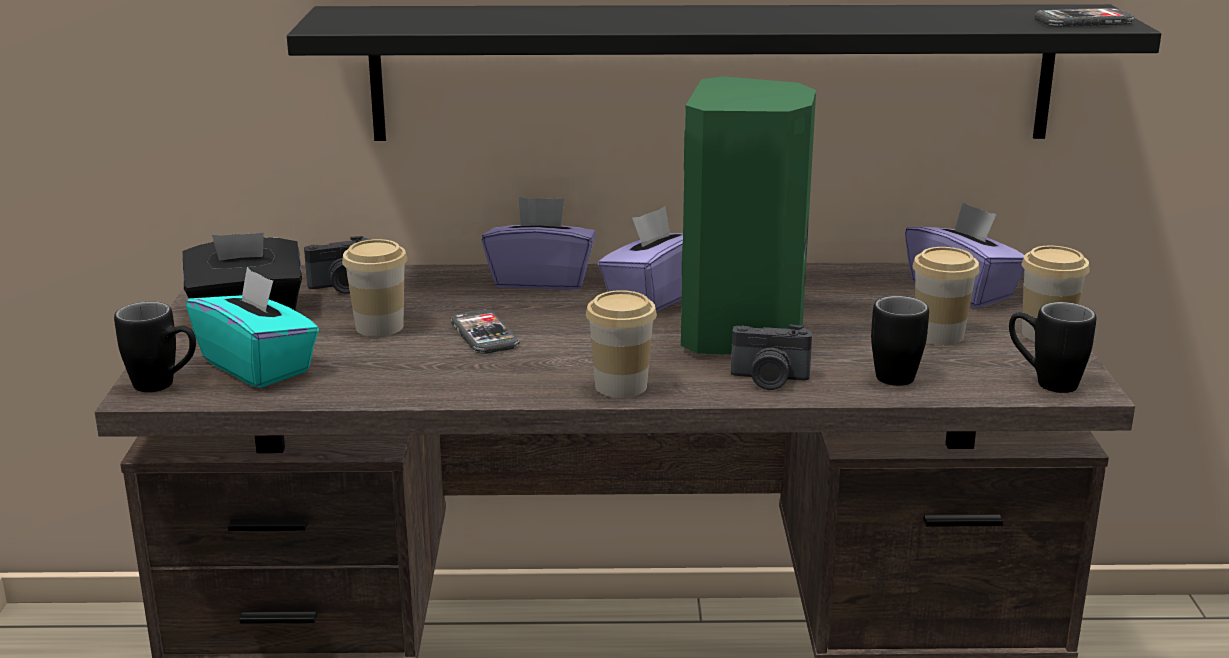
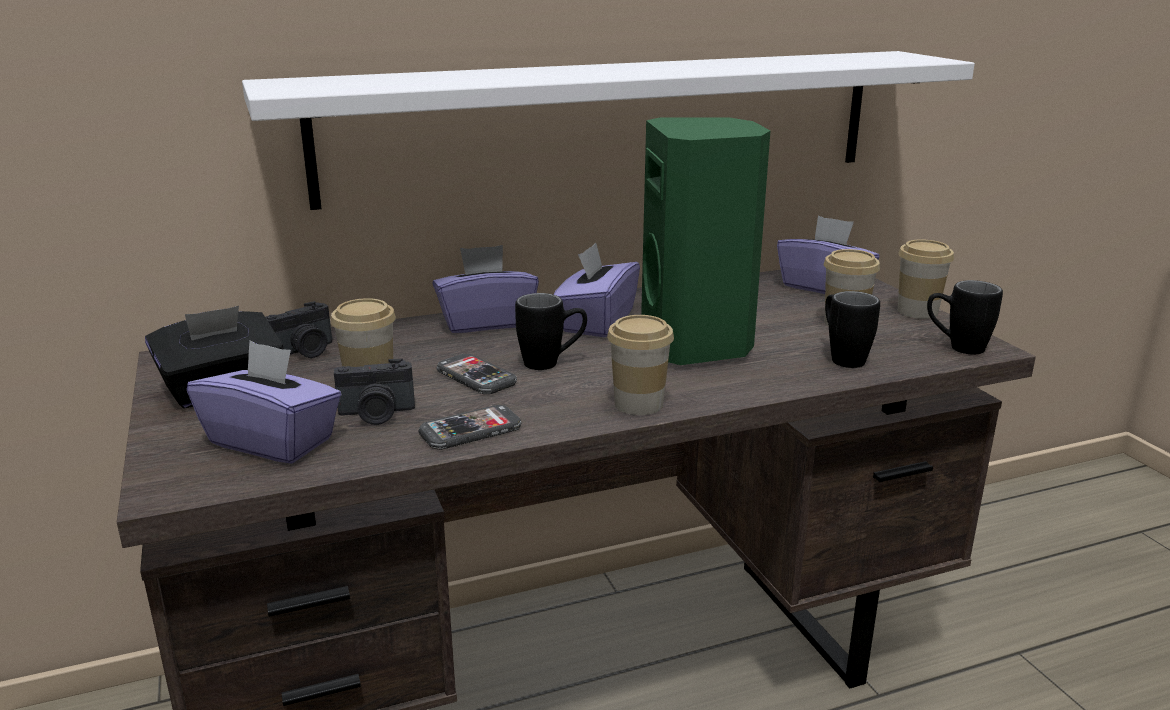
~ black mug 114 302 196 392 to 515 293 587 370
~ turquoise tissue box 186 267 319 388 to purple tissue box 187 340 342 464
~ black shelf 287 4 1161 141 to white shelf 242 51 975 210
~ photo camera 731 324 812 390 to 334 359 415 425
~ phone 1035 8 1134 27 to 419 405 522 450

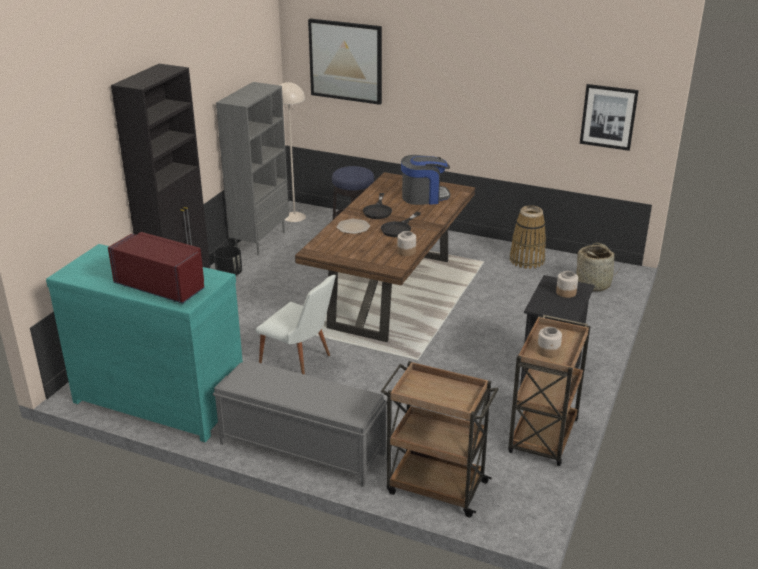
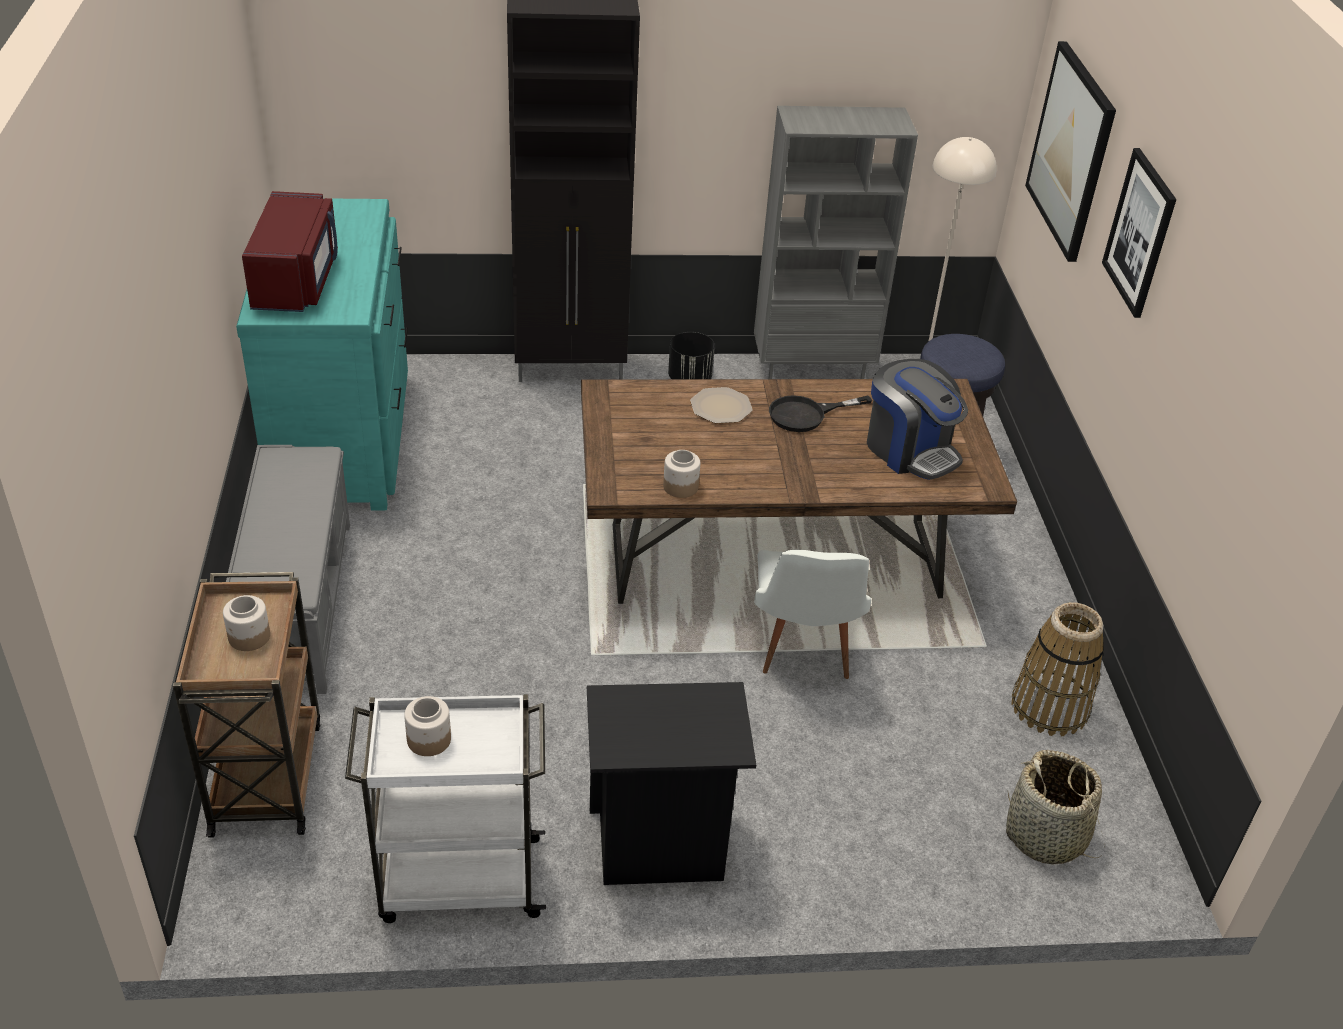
~ white chair 256 275 336 375 to 754 550 871 679
- black frying pan 381 212 421 237
~ brown cart 508 315 590 466 to white cart 345 694 546 923
~ jar 556 271 578 298 to 223 595 270 651
~ picture 580 84 639 151 to 1102 148 1176 318

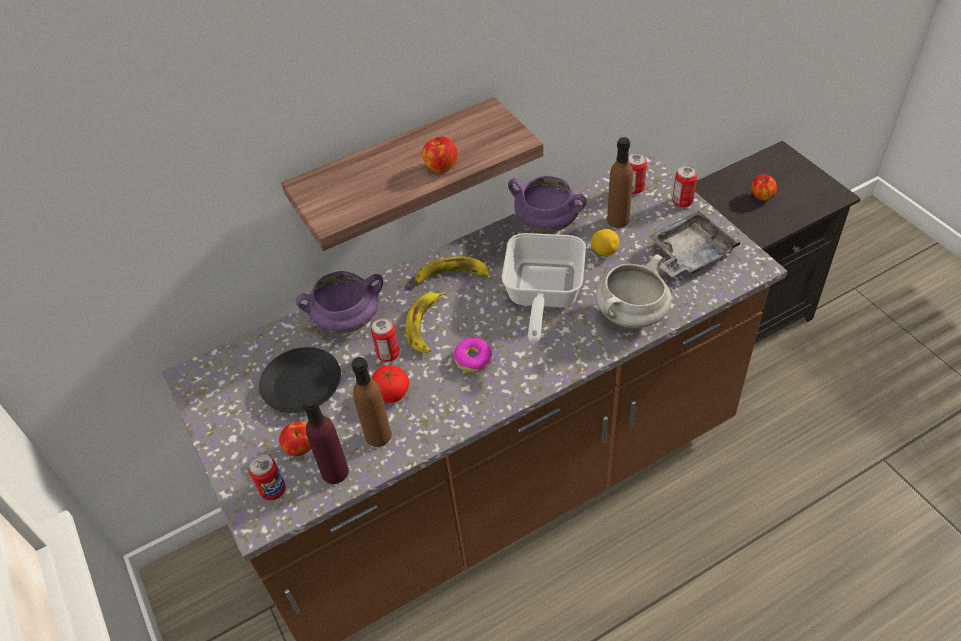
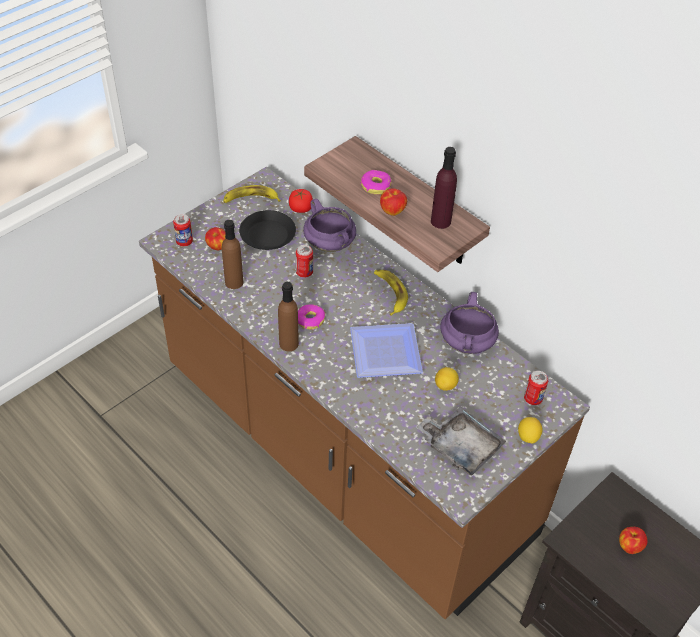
~ purple bottle 302 395 349 484 to 431 147 457 229
~ tomato 371 365 409 403 to 289 189 313 213
~ banana 406 291 446 353 to 223 185 281 203
~ frying pan 502 233 586 343 to plate 350 323 423 378
- white cooking pot 596 254 671 329
~ brown bottle 607 137 633 228 to 278 282 299 351
~ can 672 166 697 207 to lemon 518 417 543 444
+ donut 360 170 392 195

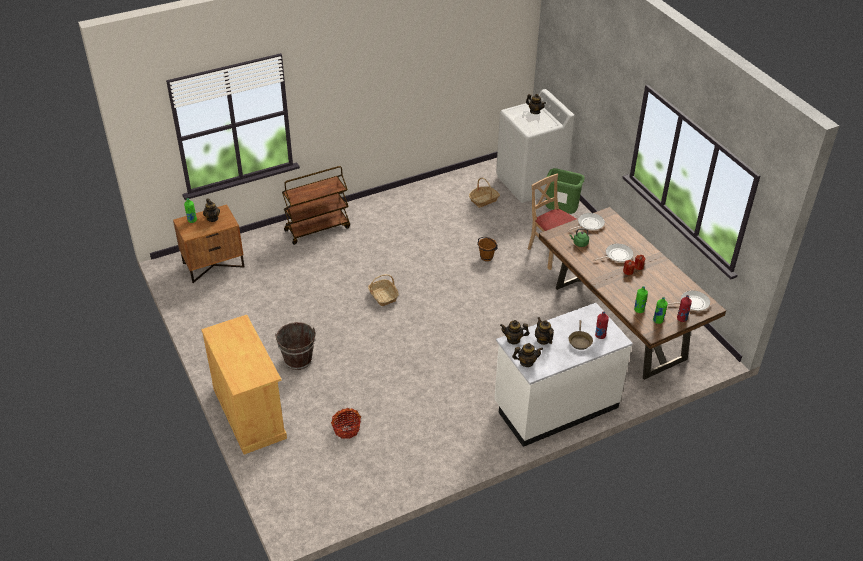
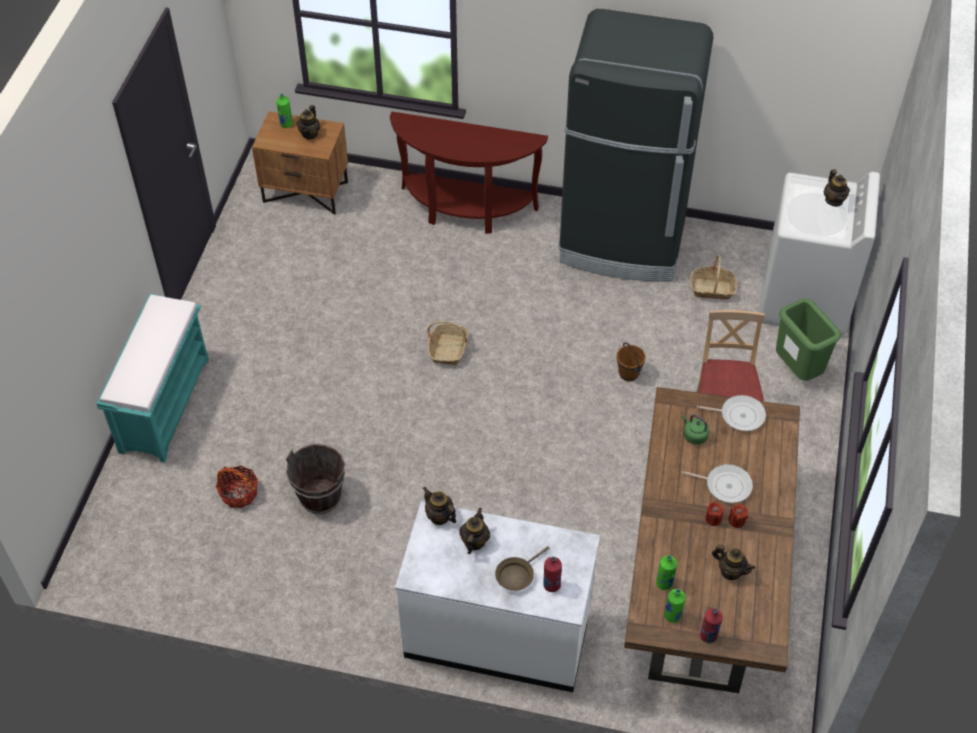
~ beige cabinet 201 315 287 455 to turquoise bench 97 294 209 463
~ brown bucket 275 322 316 370 to 286 444 345 514
~ brown cart 282 166 350 245 to brown console table 390 112 548 234
~ teapot 512 343 543 367 to 712 544 755 580
- frying pan 668 291 710 311
+ black fridge 558 9 713 281

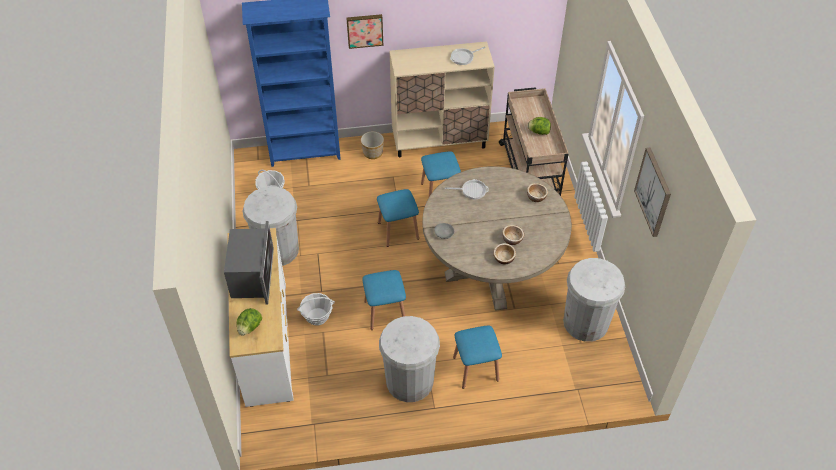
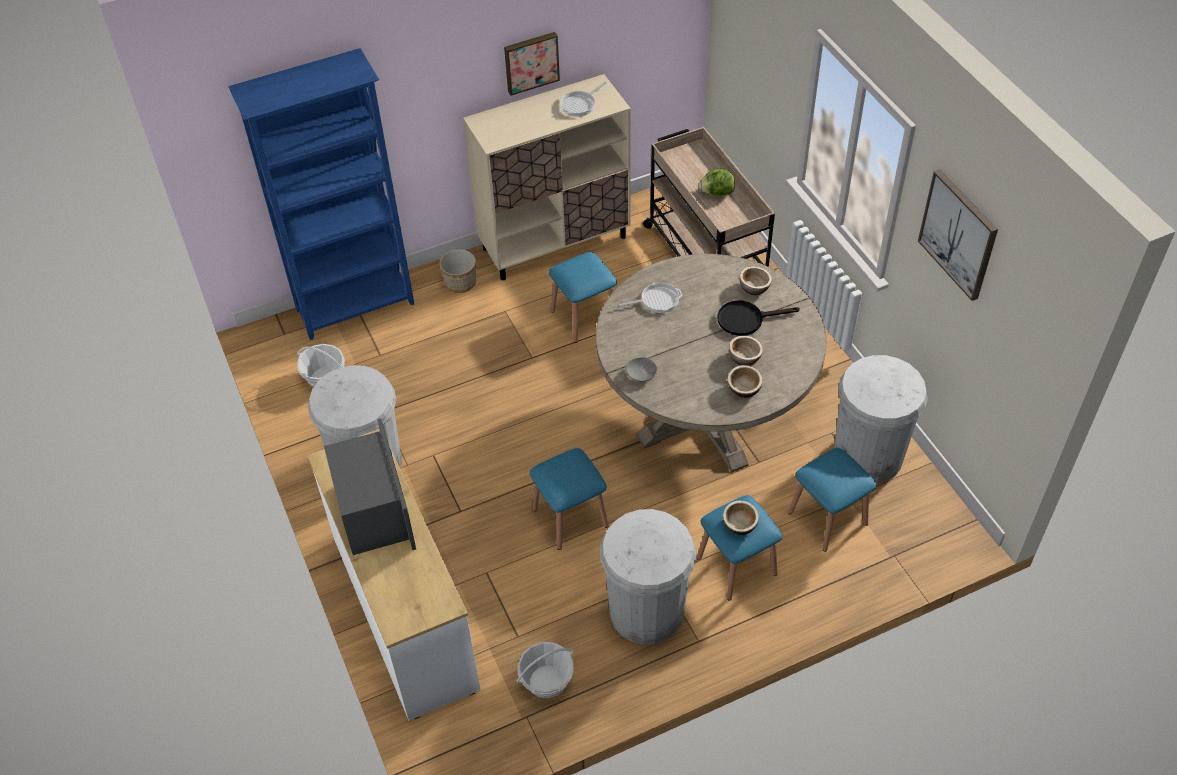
- lettuce 237 308 262 336
~ basket 297 293 335 325 to 517 642 574 698
~ picture 347 14 383 49 to 504 32 560 96
~ blue stool 377 189 419 247 to 788 448 876 551
+ black frying pan 717 300 800 336
+ bowl 723 501 759 535

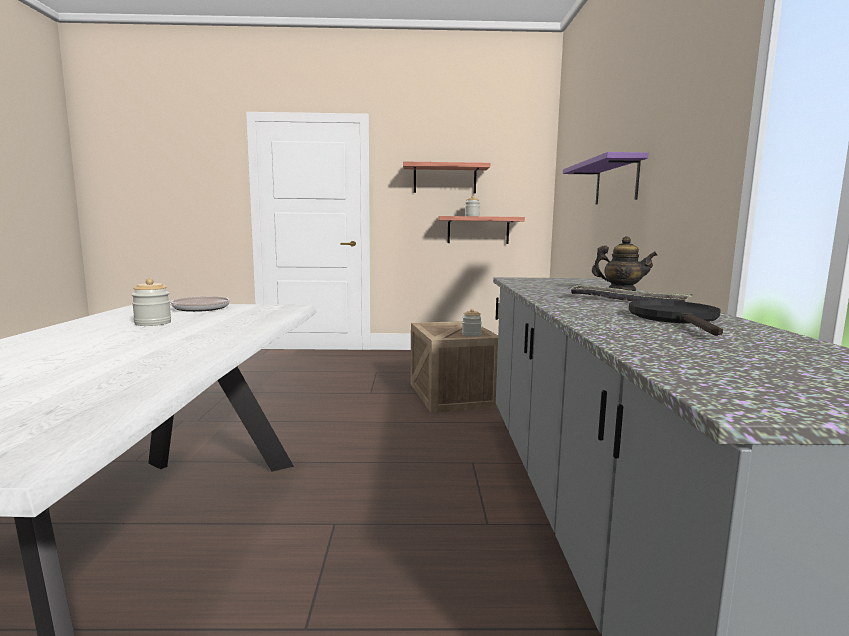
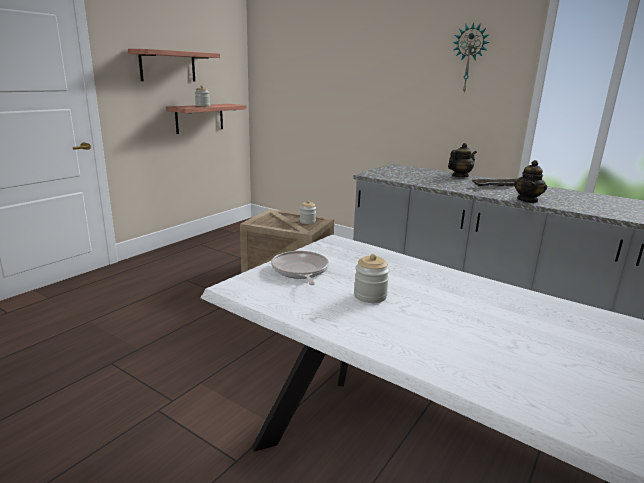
- purple shelf 563 152 648 205
- black frying pan 629 300 723 336
+ wall clock 453 22 490 92
+ teapot 514 160 547 203

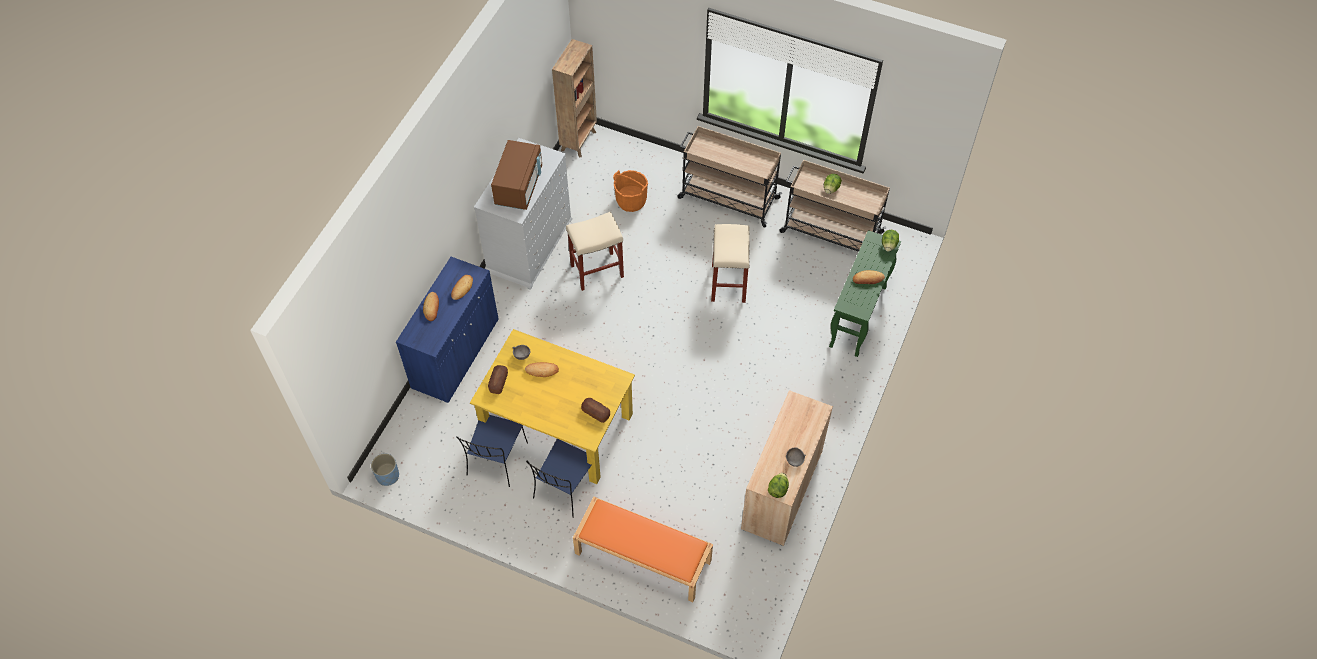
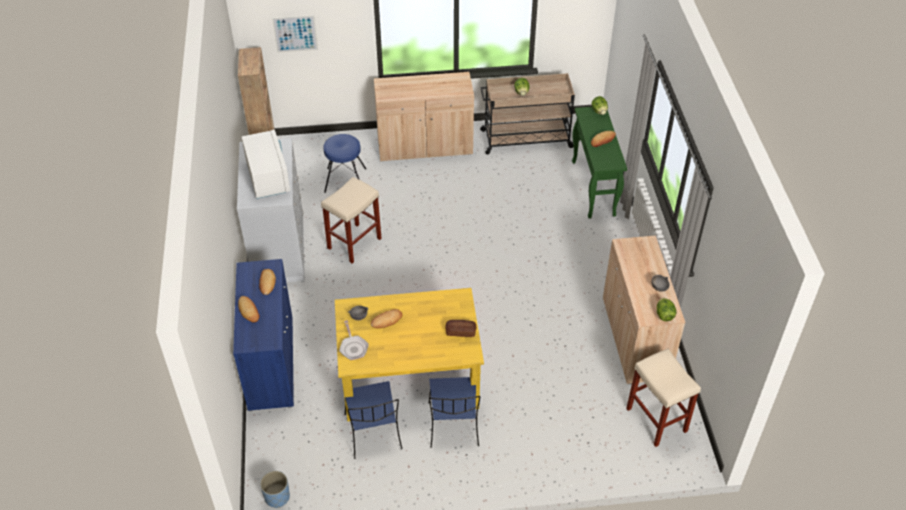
~ bread 488 365 508 394 to frying pan 339 320 369 360
~ brown microwave 491 140 542 210 to white microwave 241 130 290 199
- orange bench 573 496 713 602
~ orange bucket 613 170 648 212 to blue stool 324 134 366 193
~ beige cart 677 126 782 228 to beige cabinet 374 72 474 161
~ beige stool 711 224 750 303 to 626 349 701 447
+ picture 272 15 318 53

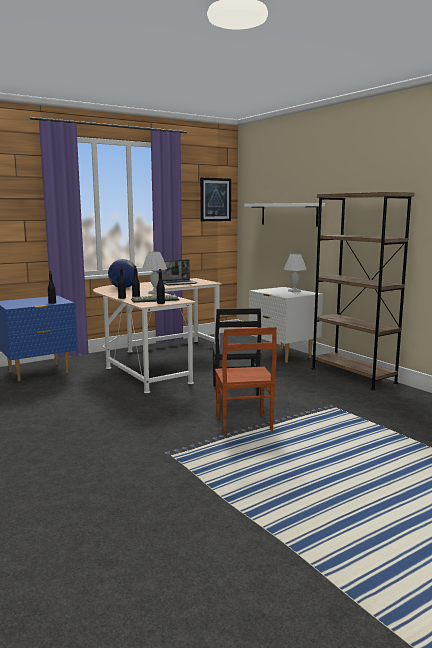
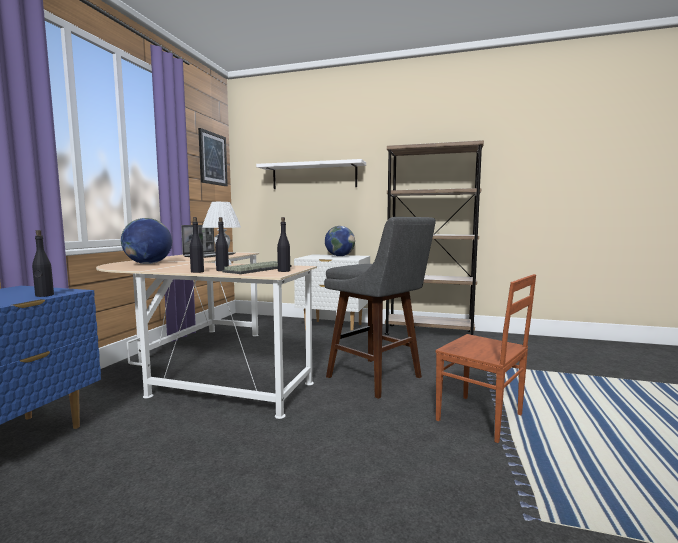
~ black chair 212 308 261 396 to grey stool 324 217 436 399
~ white table lamp 284 254 307 293 to globe 325 226 355 256

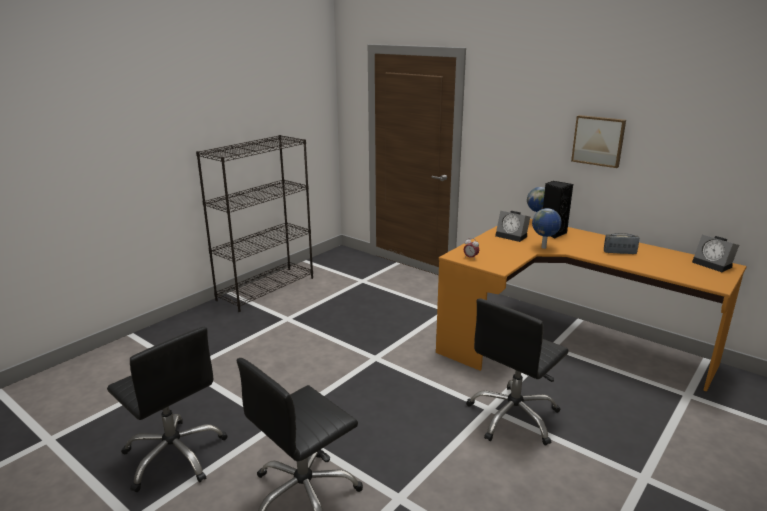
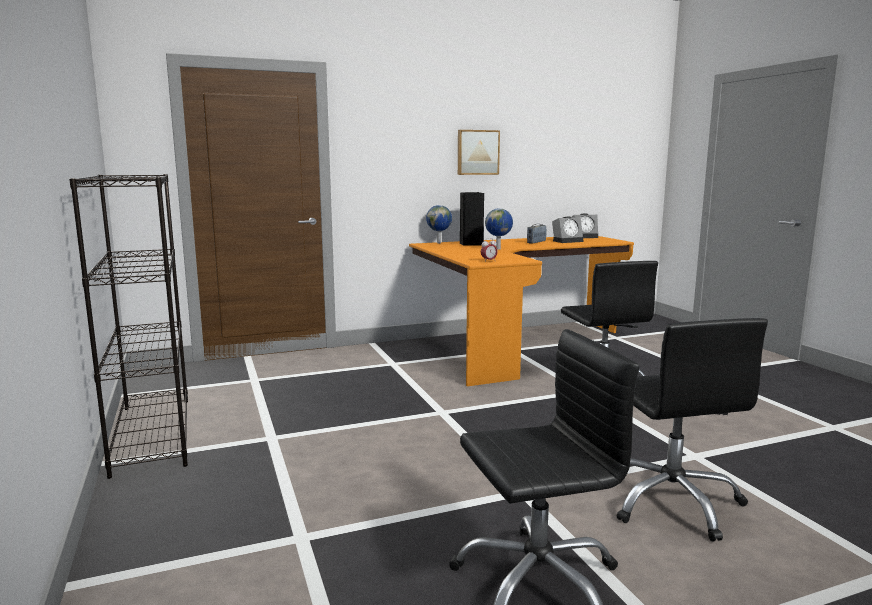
~ alarm clock 495 211 530 242 to 552 216 584 243

